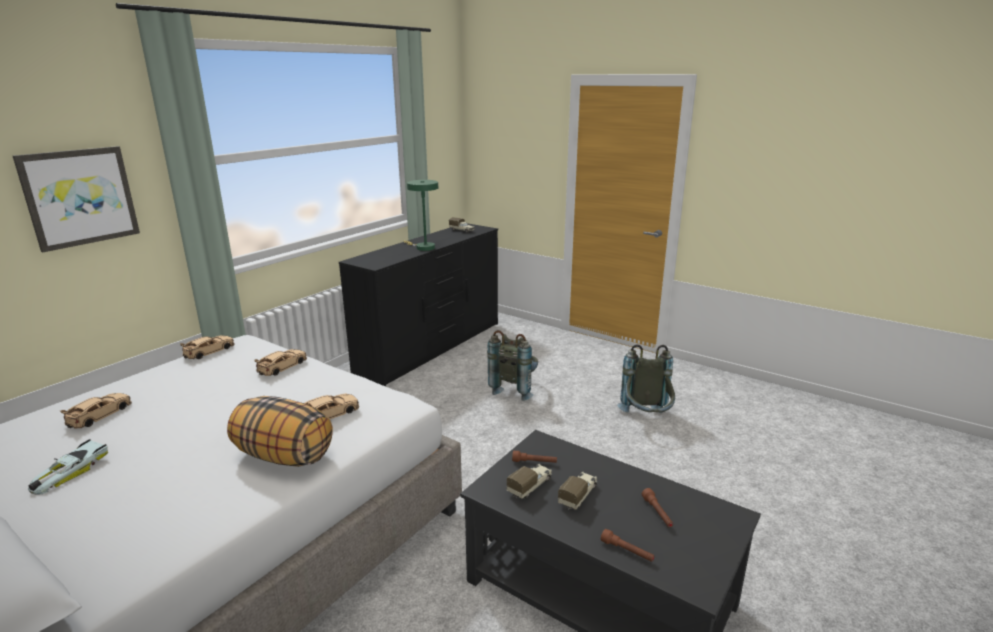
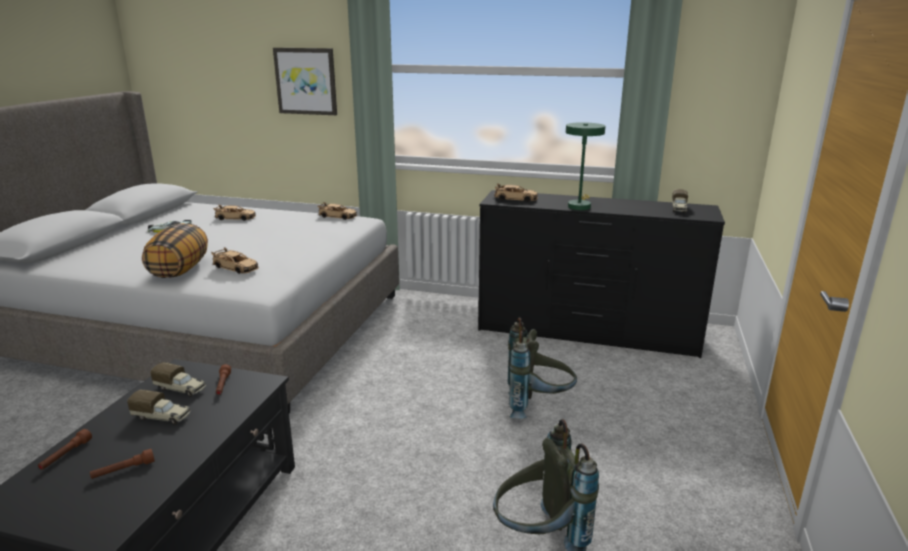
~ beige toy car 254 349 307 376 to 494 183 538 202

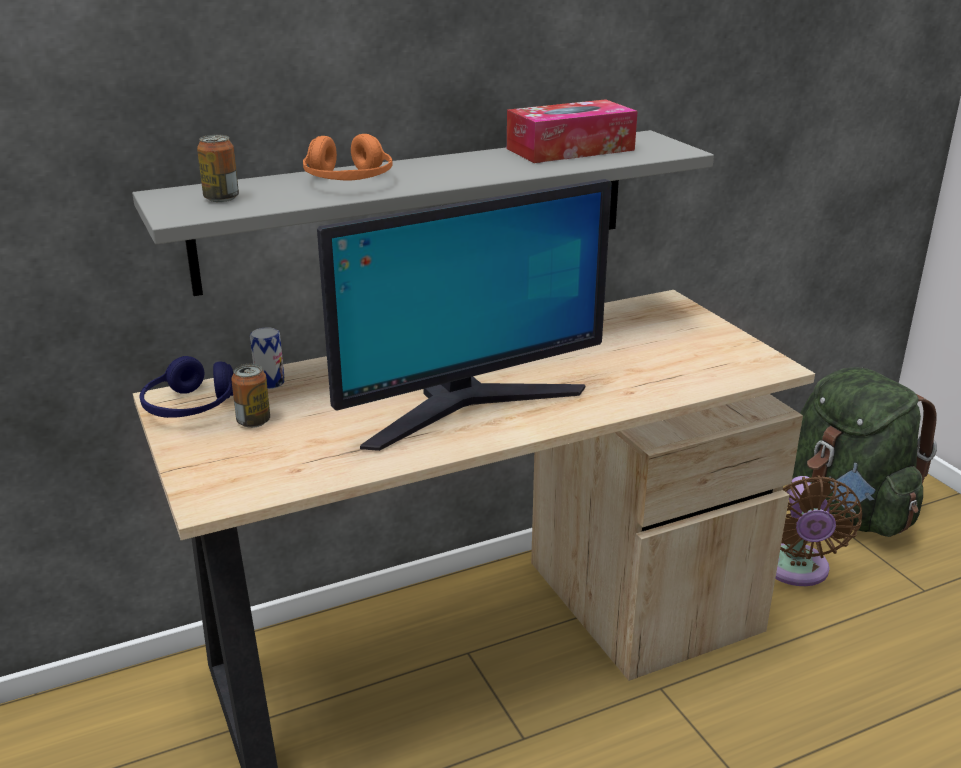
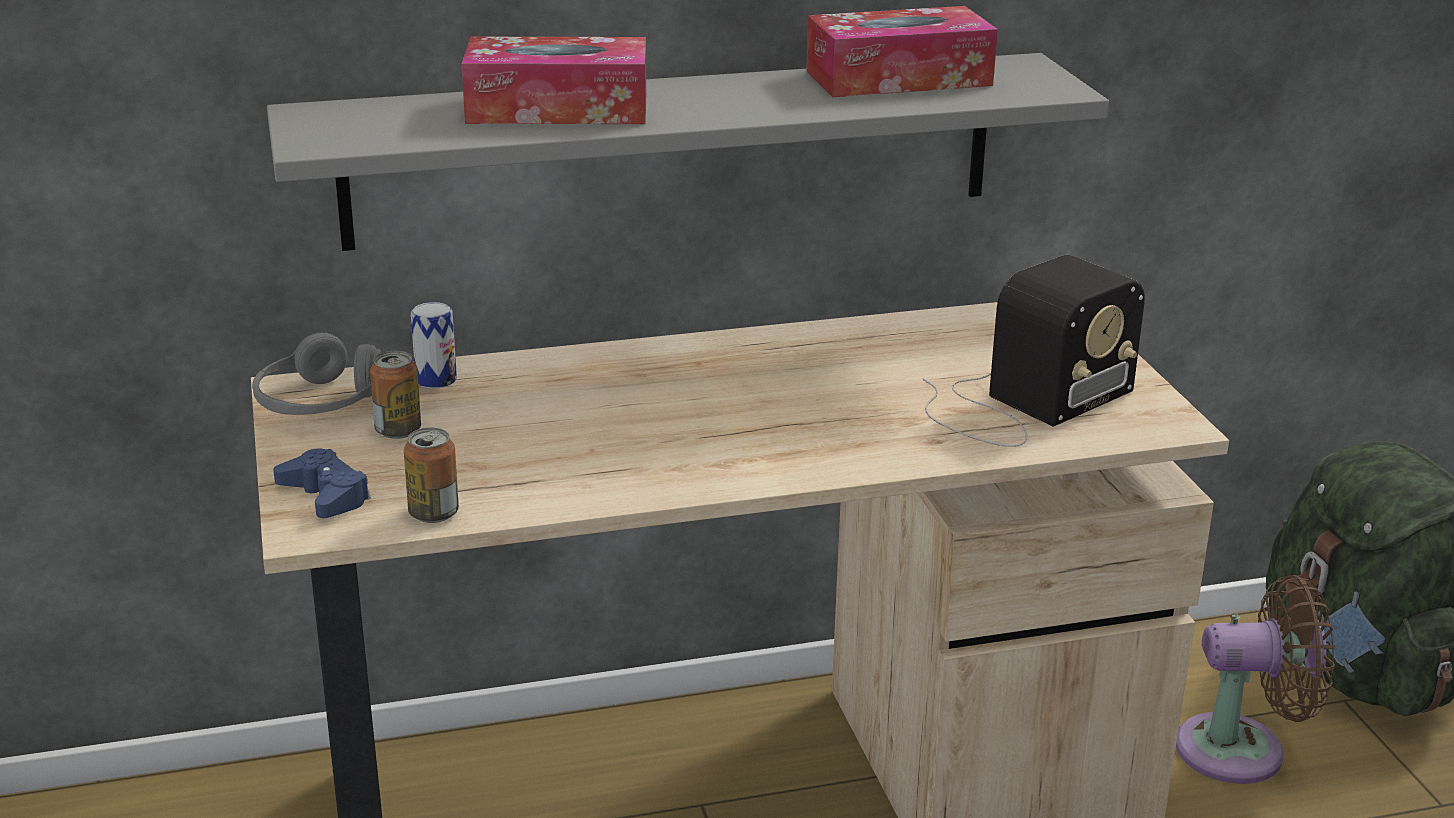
~ blue headphones 139 356 233 418 to grey headphones 252 332 382 415
~ can 197 135 239 202 to 404 428 459 523
~ orange headphones 303 134 392 180 to tissue box 462 37 646 124
- monitor 317 179 612 451
~ brown fan 775 476 862 586 = 1176 575 1335 784 105 degrees counterclockwise
+ blue game controller 273 449 371 518
+ radio 923 255 1145 447

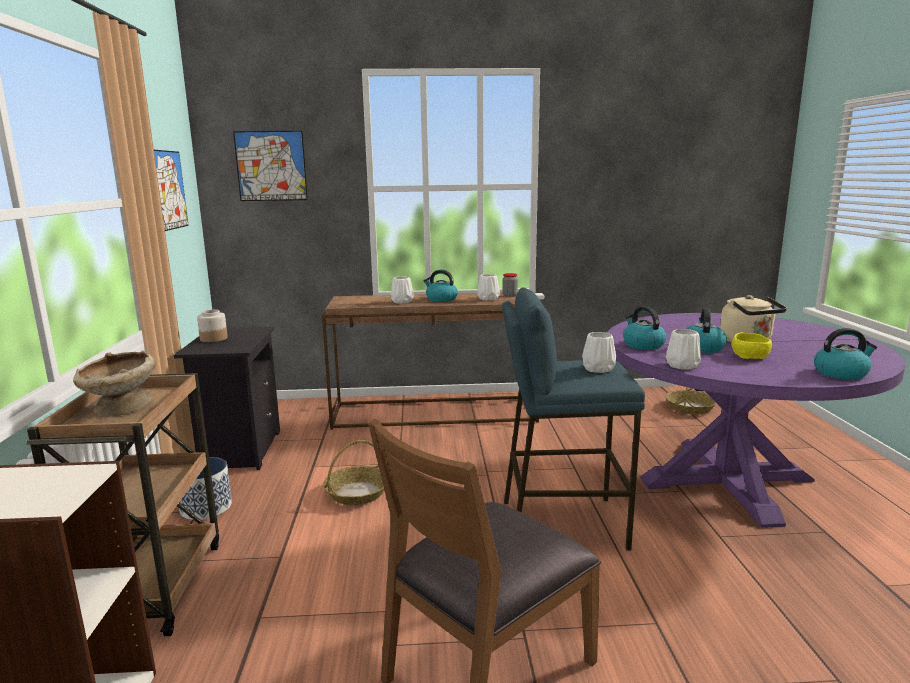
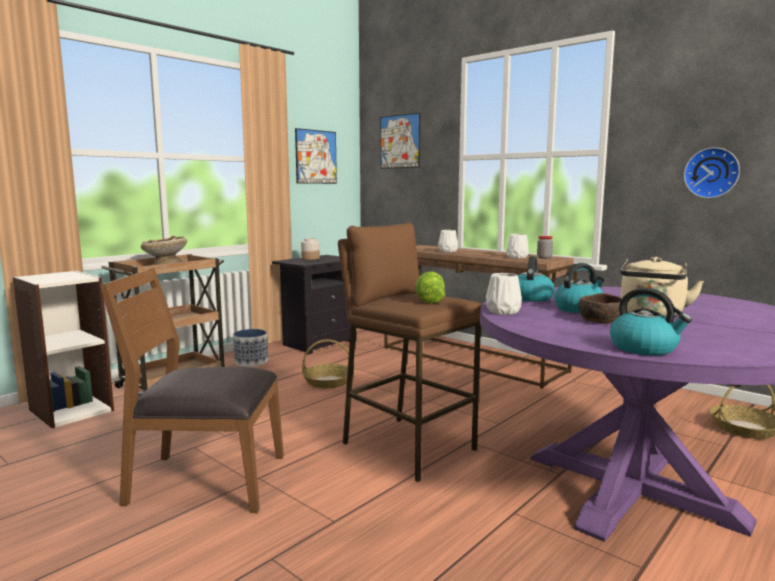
- kettle 424 270 458 302
~ blue stool 502 287 645 550 to brown stool 338 222 482 482
~ white vase 582 332 616 373 to lettuce 415 271 445 304
~ yellow bowl 731 332 772 359 to brown bowl 578 293 622 324
+ wall clock 684 147 740 198

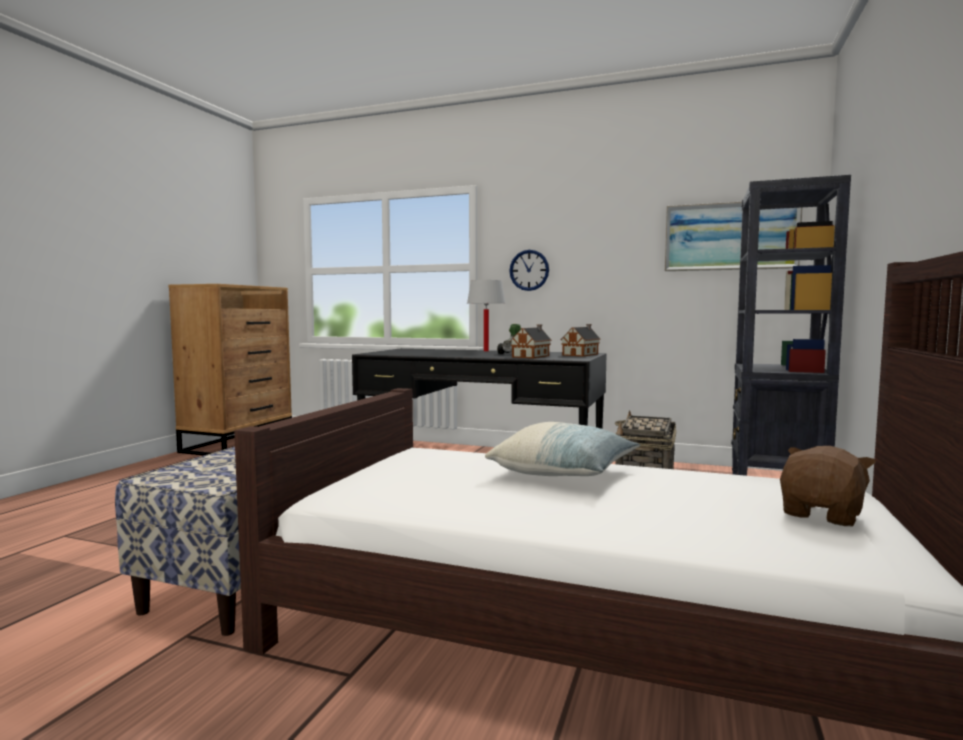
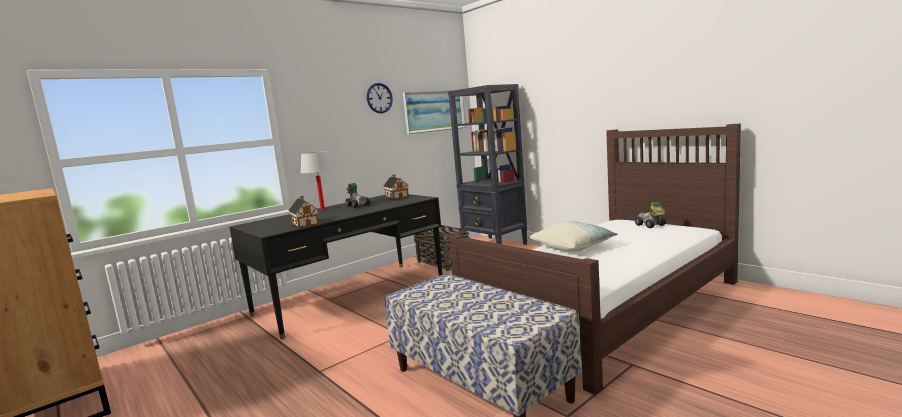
~ wall clock 509 250 549 291 to 367 83 393 113
~ toy house 510 325 552 358 to 288 196 319 228
~ brown plush toy 780 446 876 526 to toy car 635 202 666 228

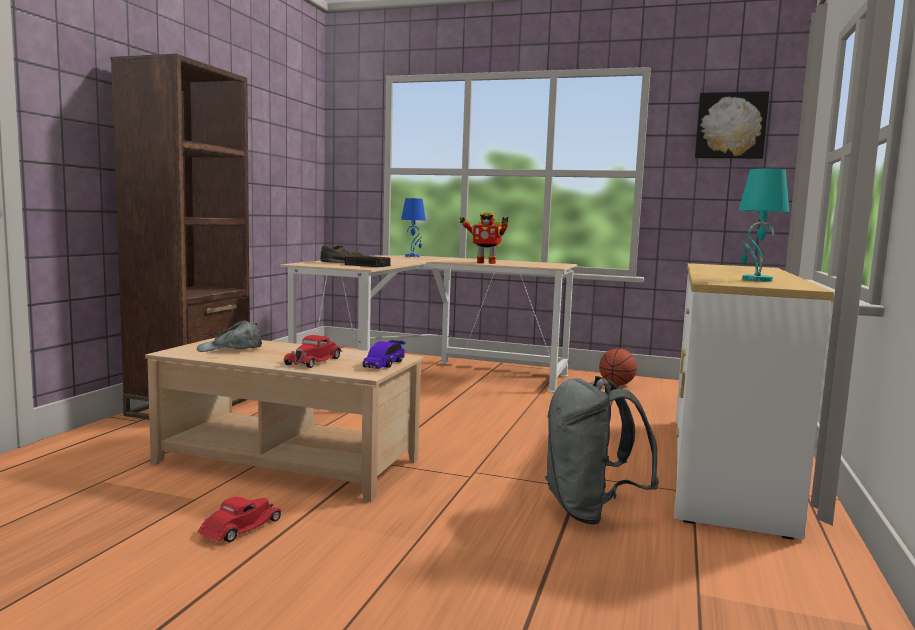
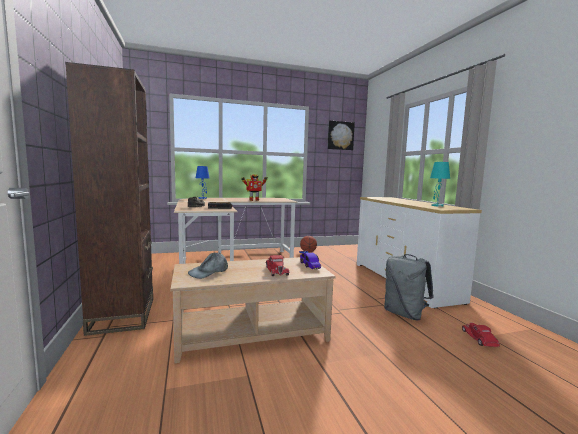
~ red toy car 197 496 282 542 to 462 323 500 347

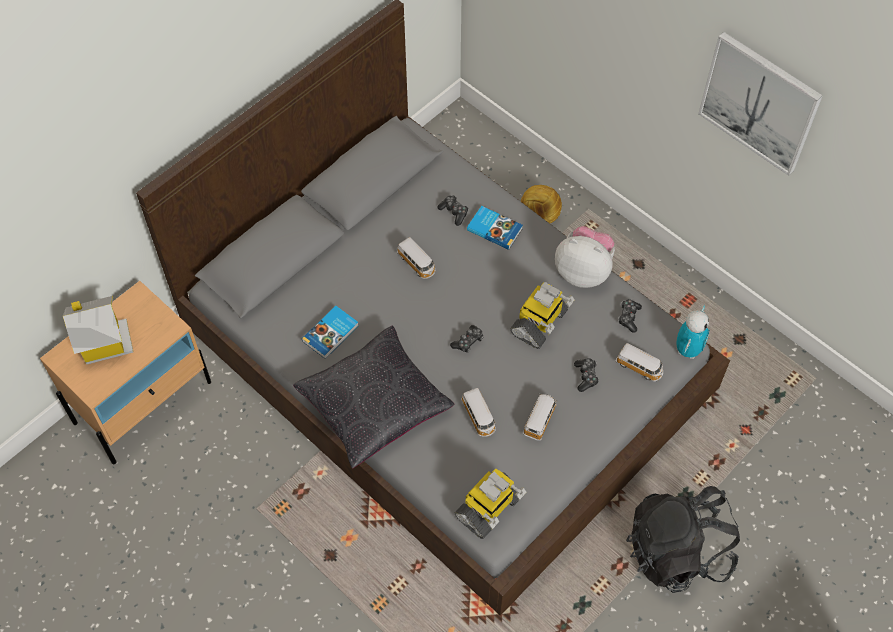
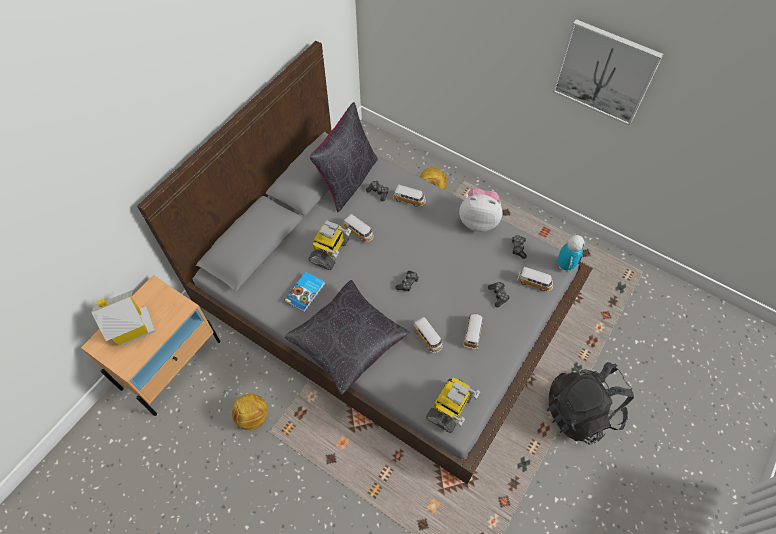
~ book 467 206 523 250 to toy car 393 185 426 207
~ toy robot 510 282 574 349 to 309 220 351 270
+ football 232 394 268 431
+ black pillow 310 102 378 212

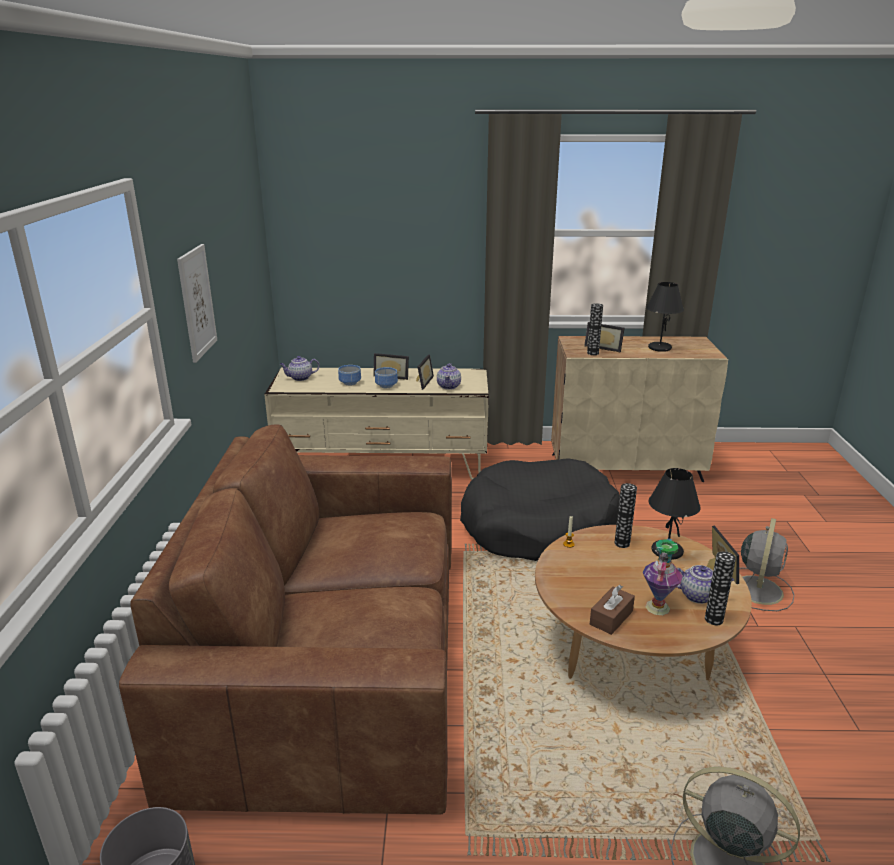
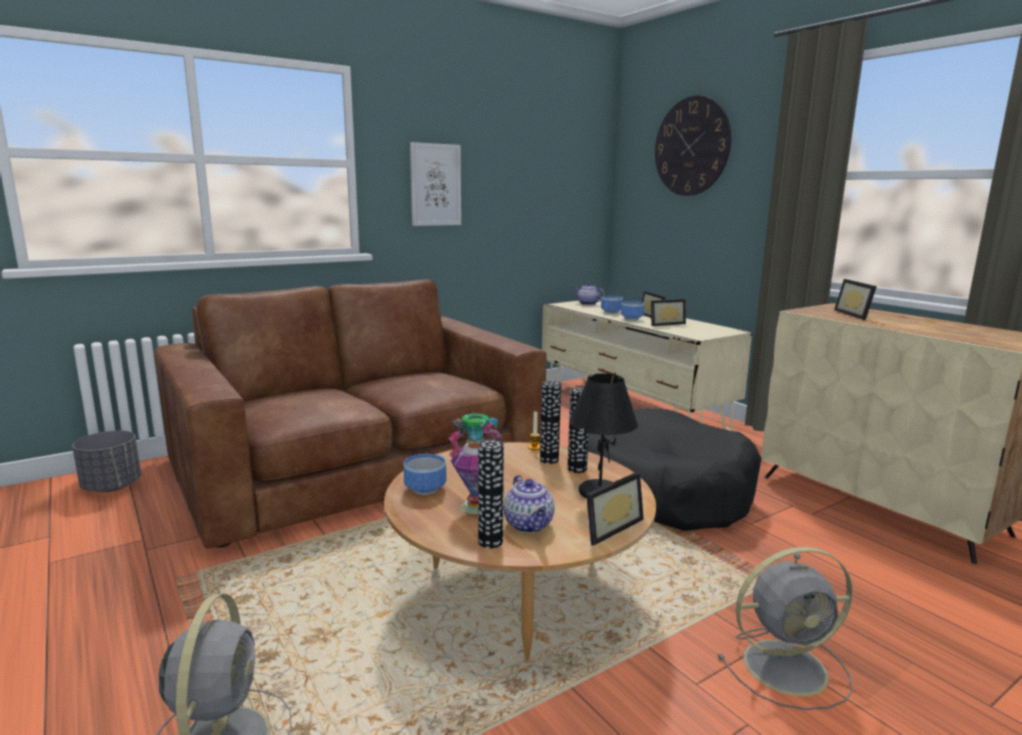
- teapot 437 363 461 390
~ vase 587 303 603 355 to 540 381 561 464
~ brown tissue box 590 585 635 635 to bowl 404 454 447 495
- black table lamp 646 282 684 352
+ wall clock 655 95 731 196

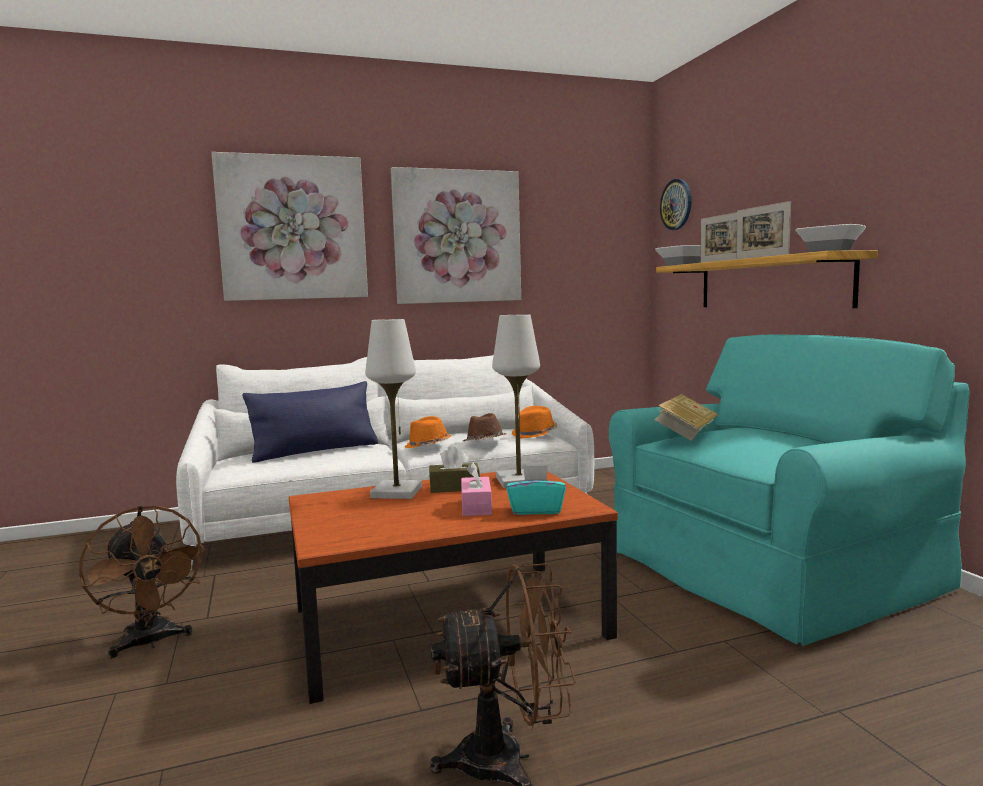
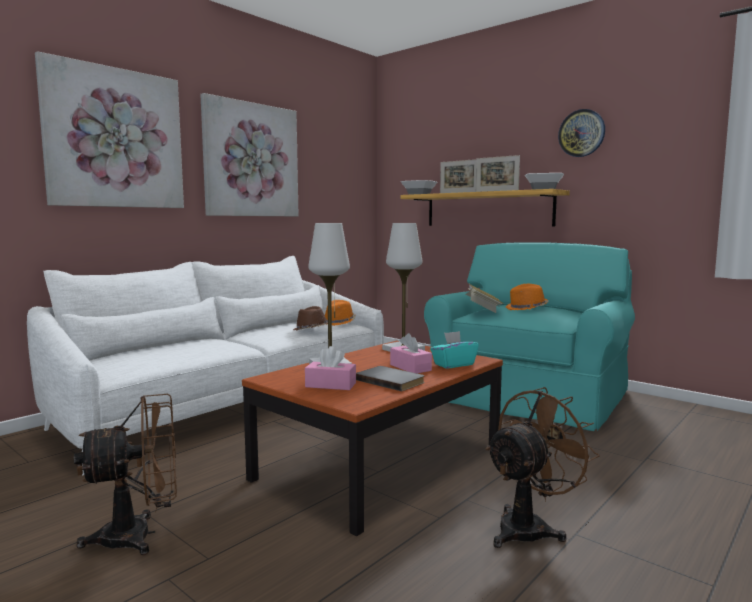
~ brown fan 79 505 206 658 = 74 394 177 555 45 degrees counterclockwise
- blue pillow 242 381 378 463
~ orange hat 405 416 451 448 to 506 283 549 310
- brown tissue box 429 447 480 493
~ wall clock 660 179 692 230 to 558 109 605 157
+ pink tissue box 305 346 356 390
+ grey book 356 366 425 391

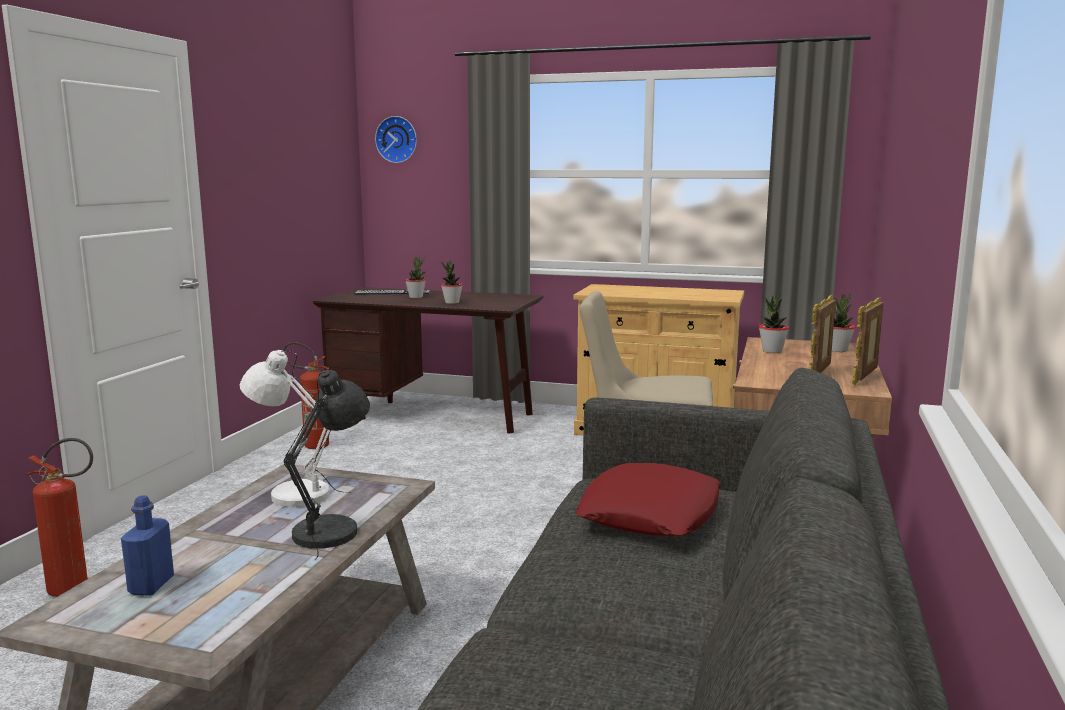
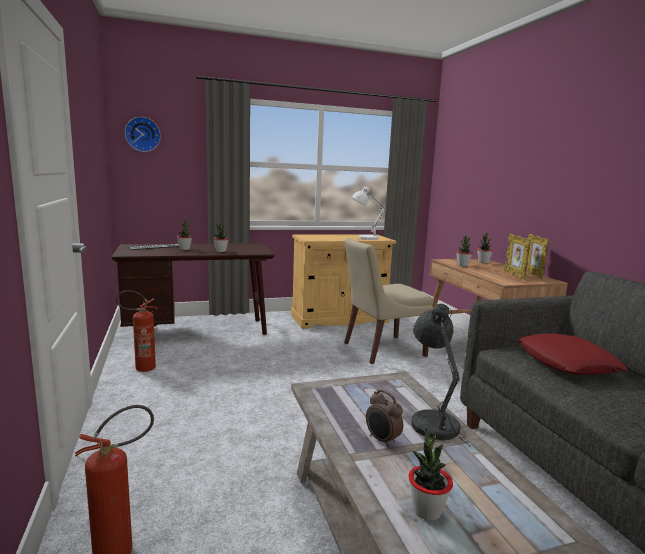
~ blue bottle 121 495 174 596 to potted plant 409 426 453 521
~ white table lamp 239 350 351 507 to 352 186 385 240
+ alarm clock 366 390 403 447

